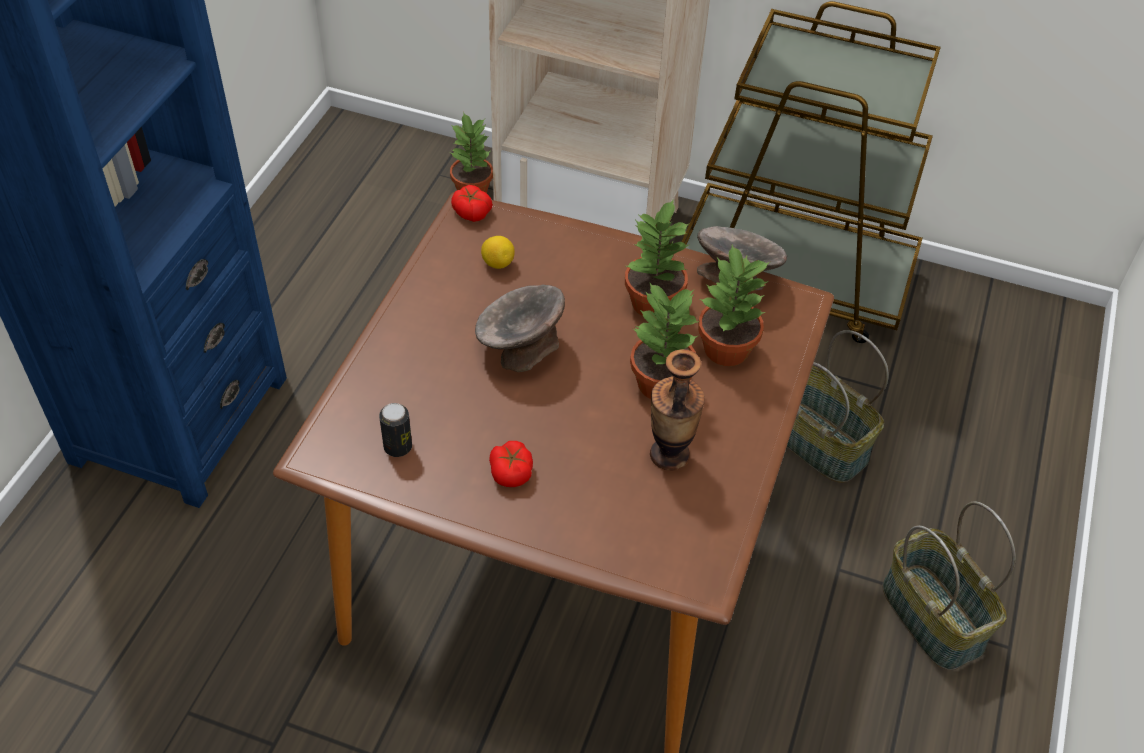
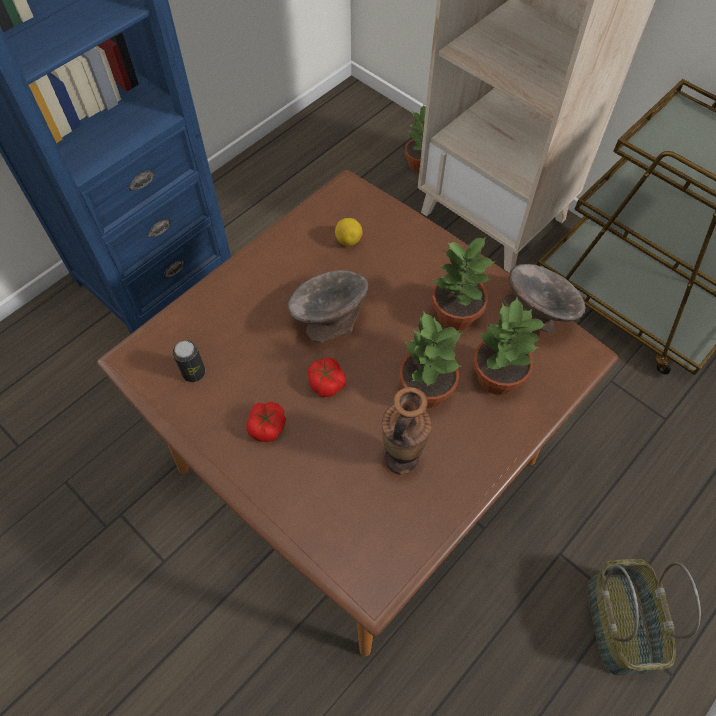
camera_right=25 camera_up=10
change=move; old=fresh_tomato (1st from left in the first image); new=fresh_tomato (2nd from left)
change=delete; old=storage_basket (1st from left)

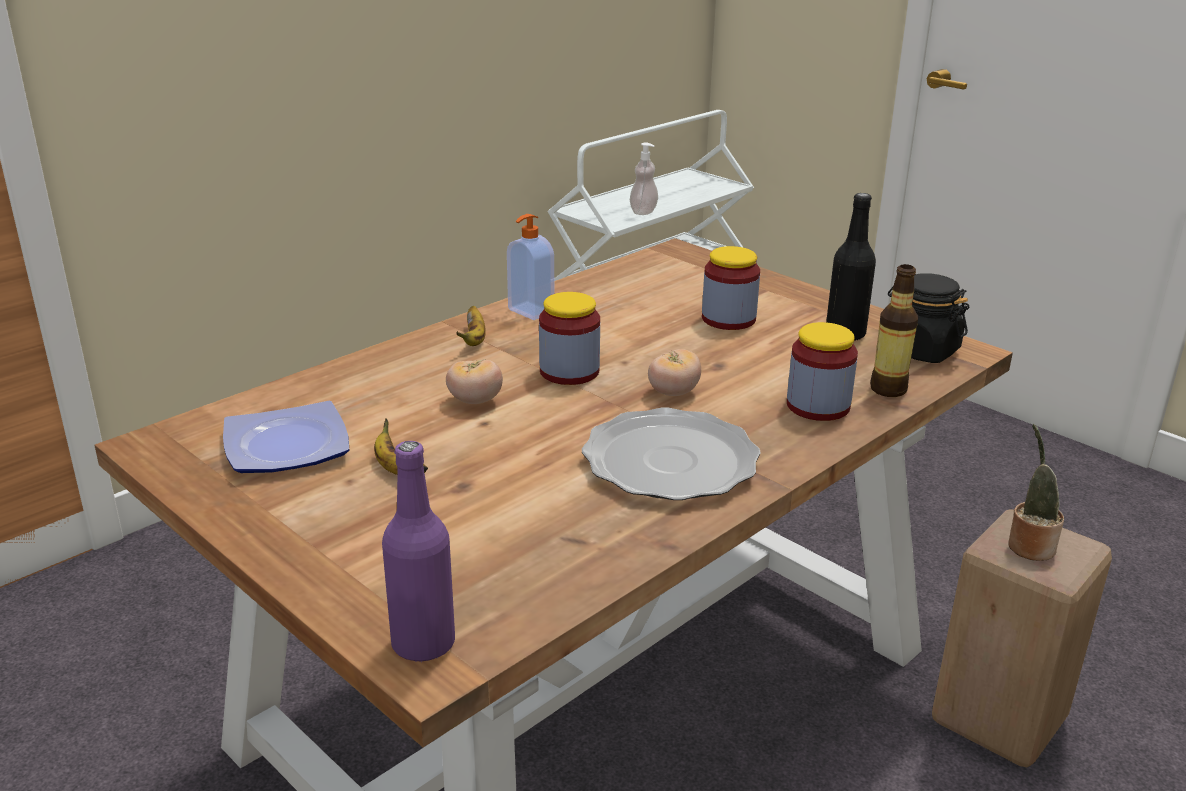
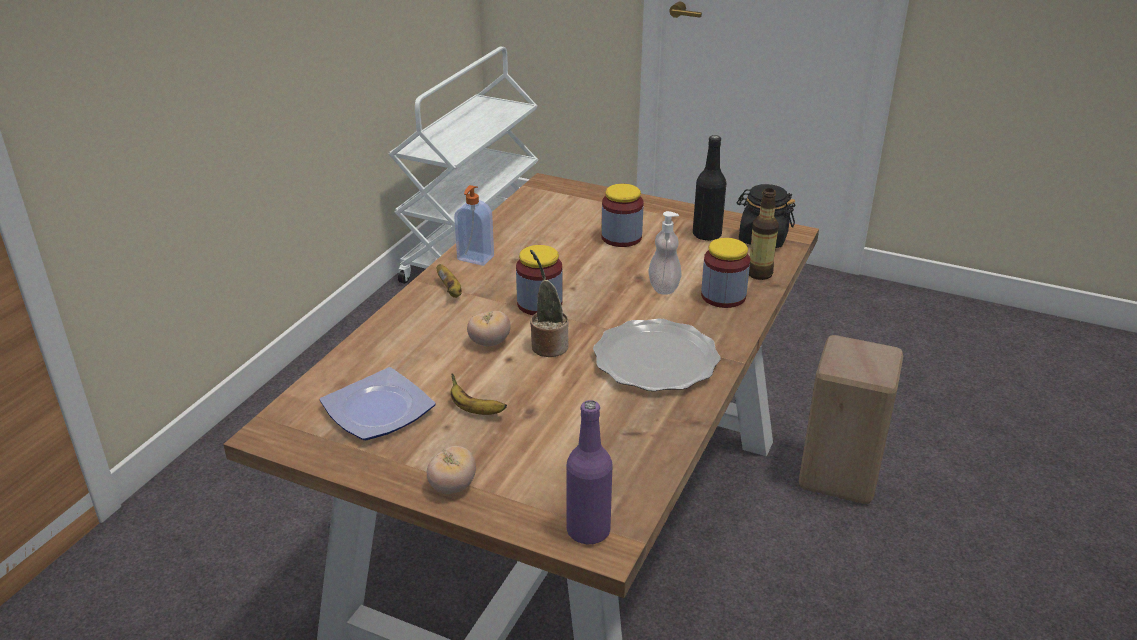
camera_right=-20 camera_up=5
change=move; old=fresh_tomato (2nd from left in the first image); new=fresh_tomato (1st from left)
change=move; old=potted_plant
change=move; old=soap_dispenser (2nd from left)

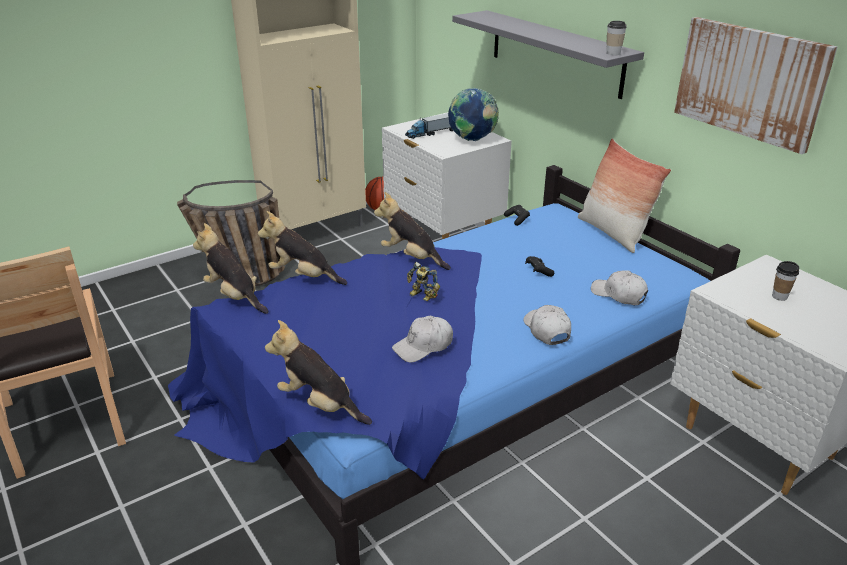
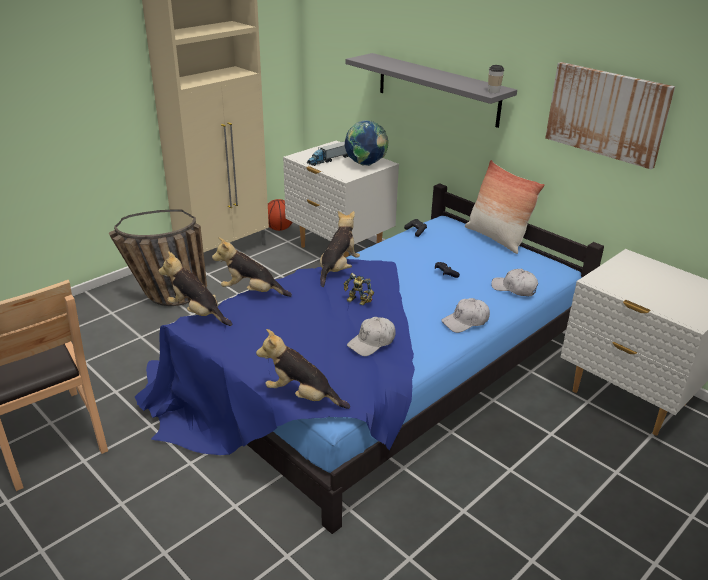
camera_right=-10 camera_up=0
change=rotate; old=plush_toy (4th from left); degrees=90
change=rotate; old=whitish_cap (2nd from left); degrees=-90
change=delete; old=cup (2nd from left)

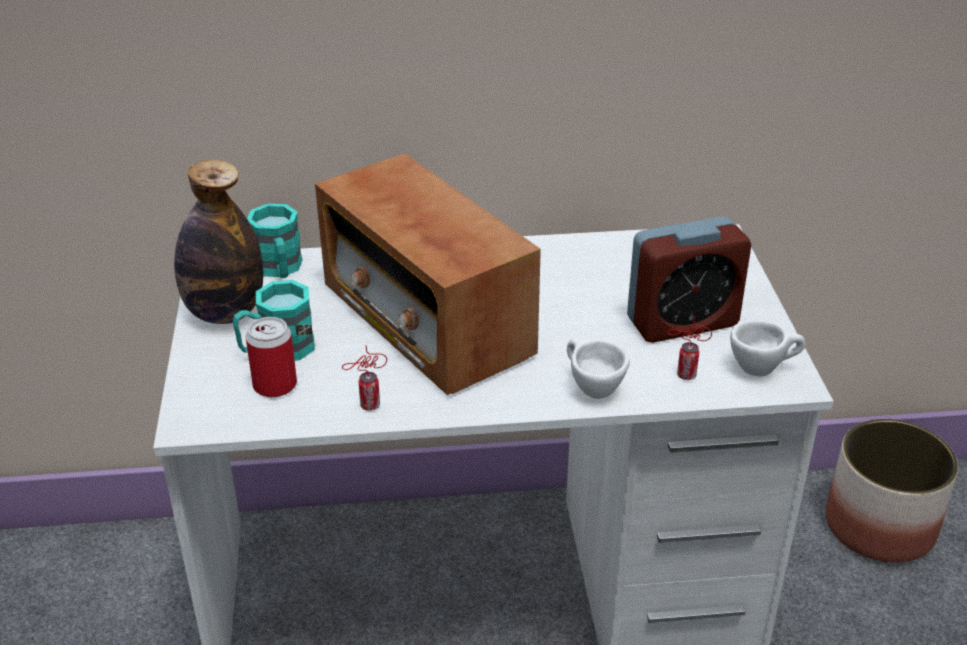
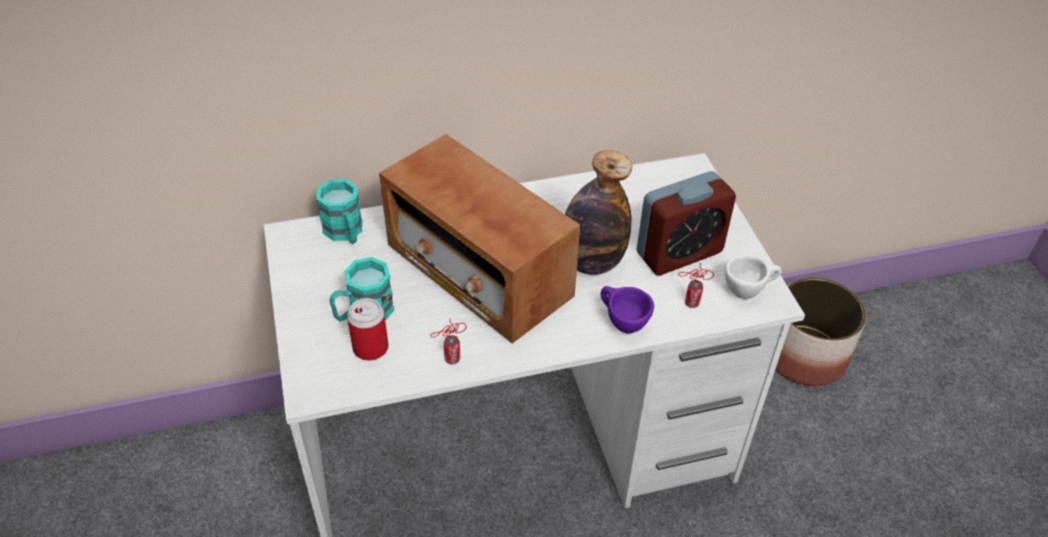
camera_right=-10 camera_up=10
change=move; old=bottle
change=recolor; old=whitish_cup (1st from left); new=purplish_cup

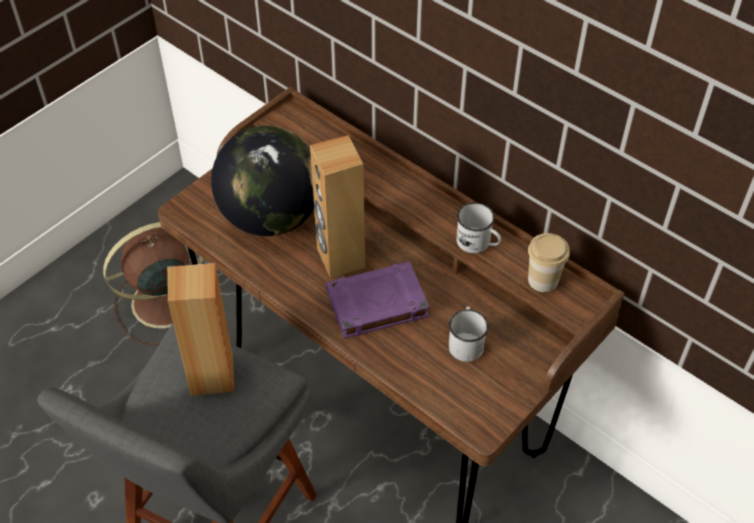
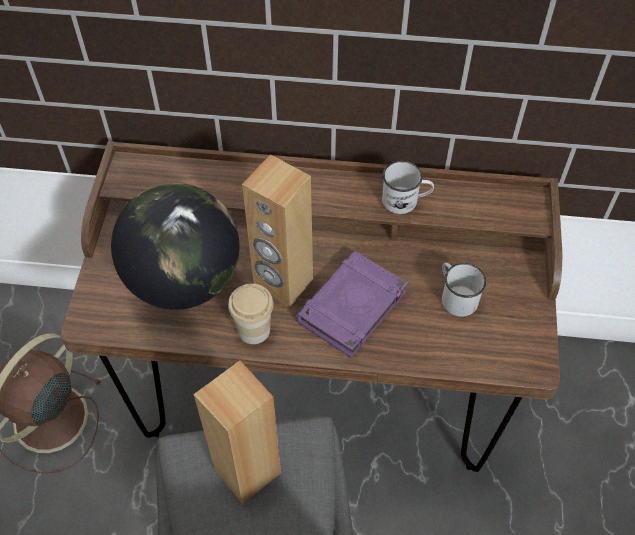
camera_right=-35 camera_up=5
change=move; old=cup

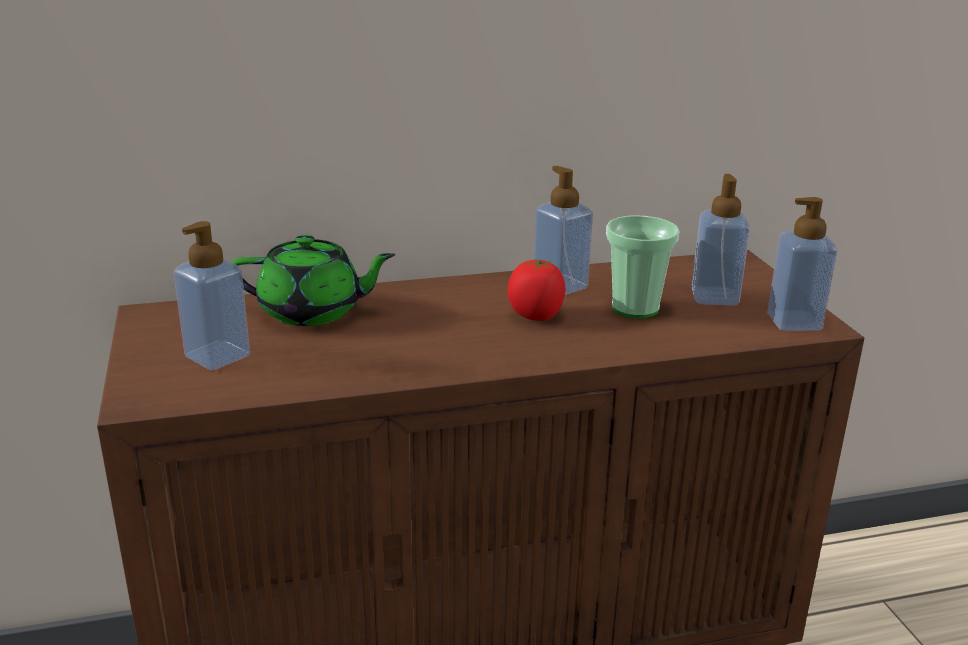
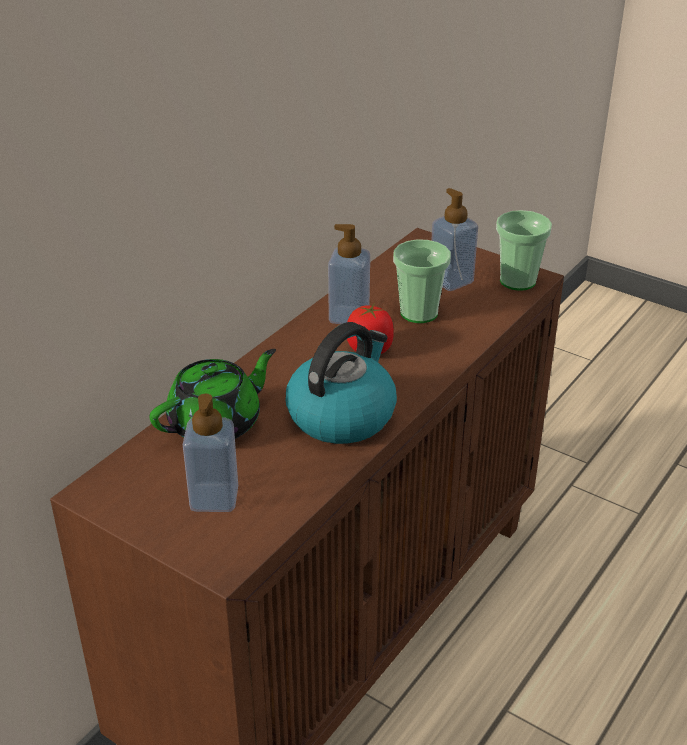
camera_right=-40 camera_up=10
change=insert; new=tea_kettle
change=replace; old=soap_dispenser (4th from left); new=cup (2nd from left)

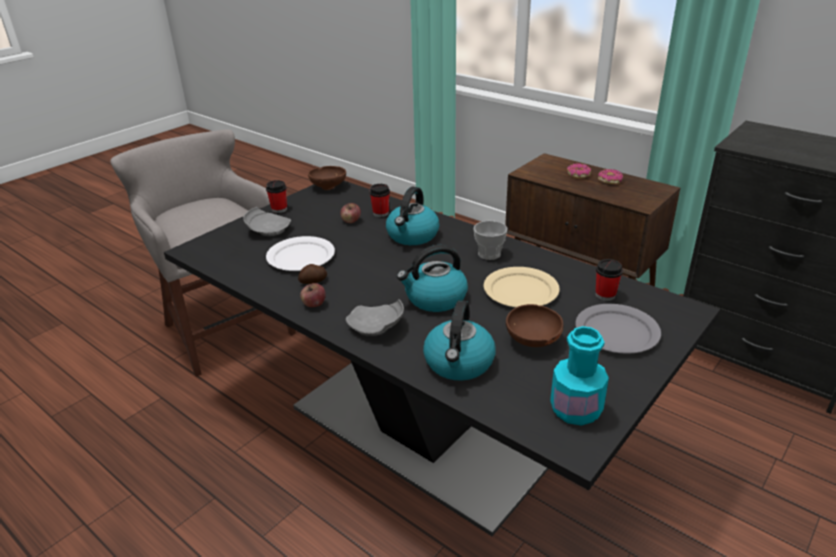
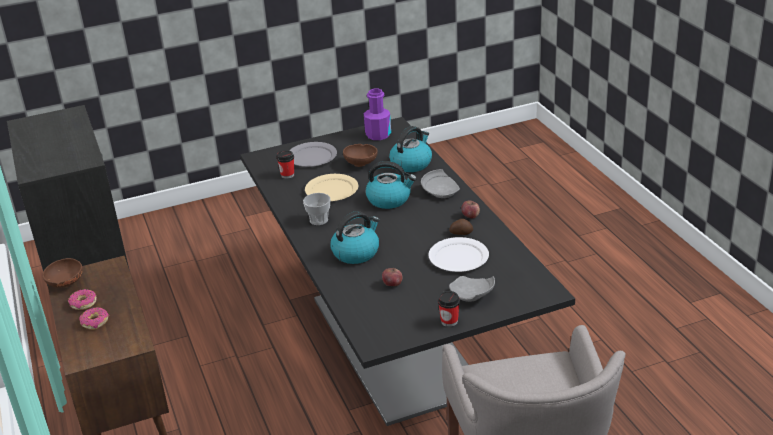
camera_right=-150 camera_up=0
change=move; old=brown-coloured_bowl (1st from left)
change=recolor; old=blue-green_bottle; new=purplish_bottle
change=delete; old=cup (2nd from left)

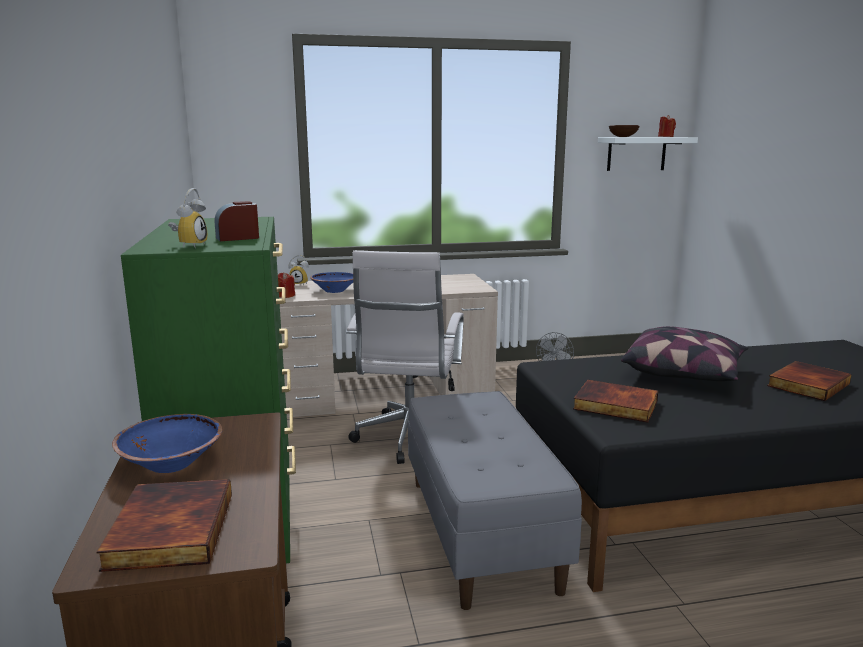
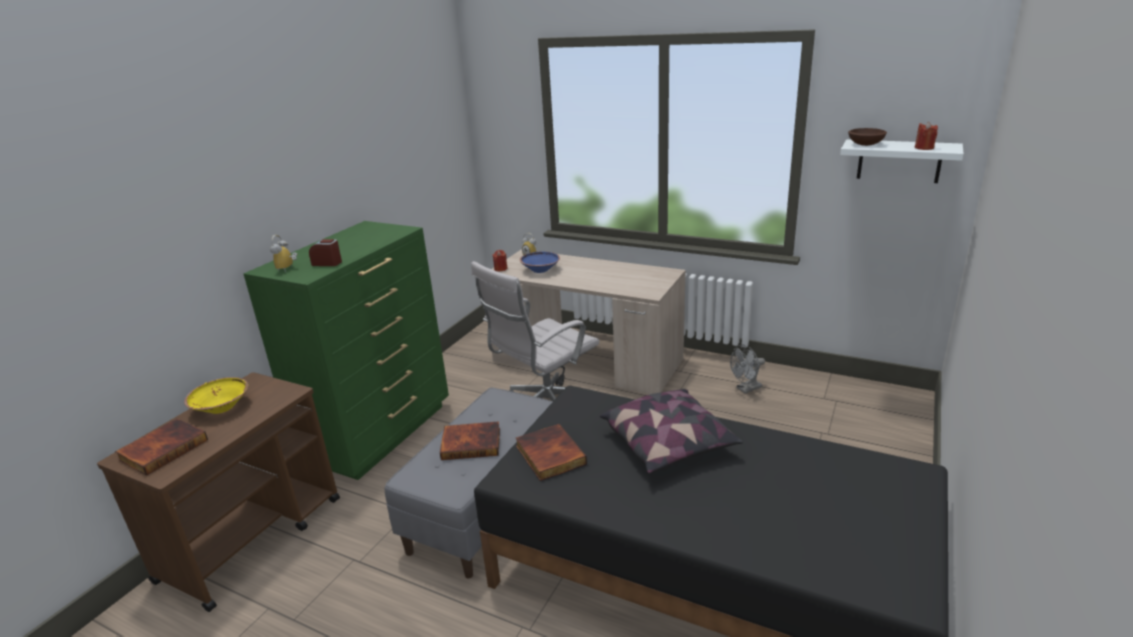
camera_right=40 camera_up=10
change=recolor; old=blue_bowl (1st from left); new=yellow_bowl
change=rotate; old=table_clock (1st from left); degrees=135
change=move; old=volume (3rd from left in the first image); new=volume (2nd from left)

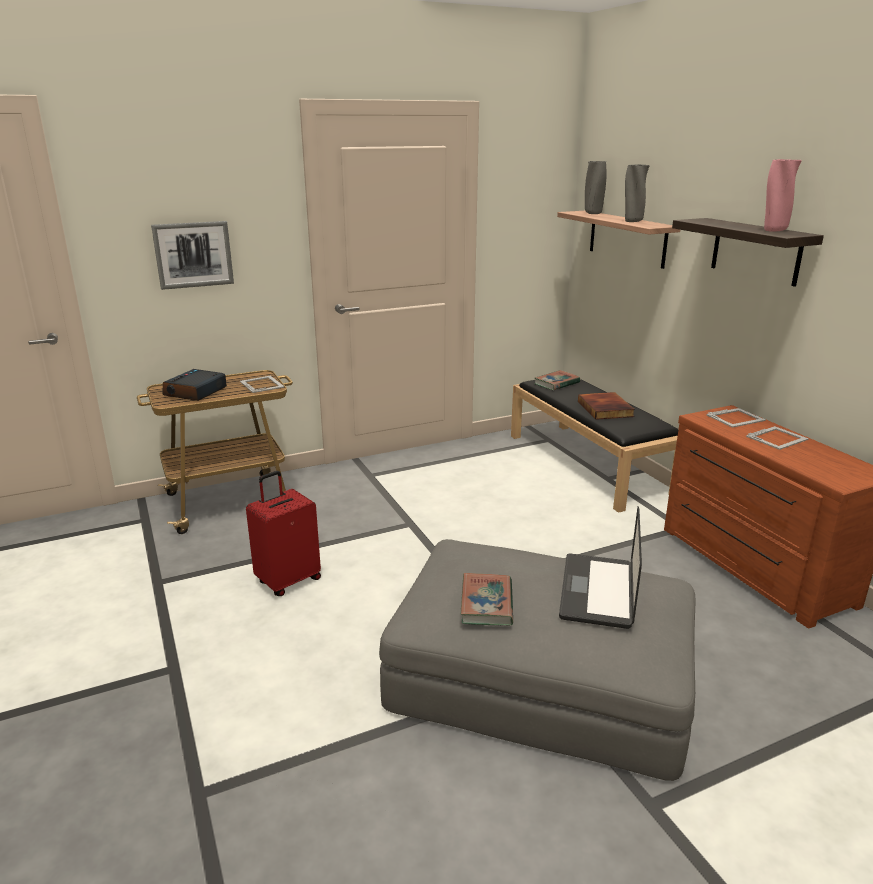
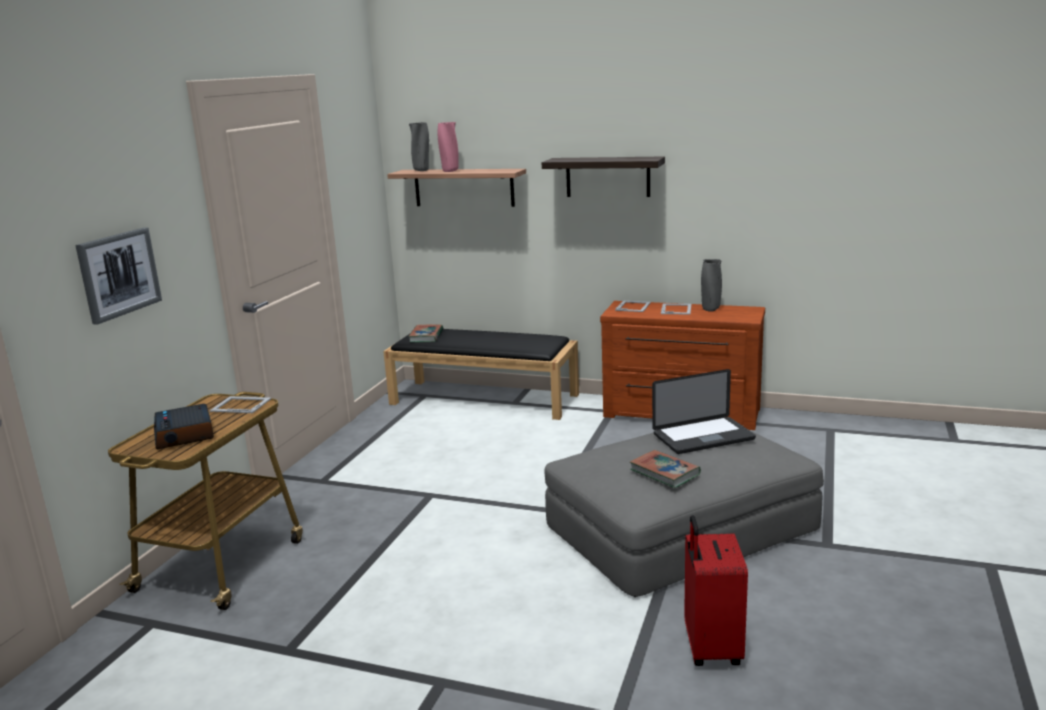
camera_right=-45 camera_up=-5
change=move; old=pink_decorative_vase
change=rotate; old=portable_computer; degrees=-75
change=move; old=reddish_suitcase
change=move; old=greyish_decorative_vase (2nd from left)
change=delete; old=volume (3rd from left)

